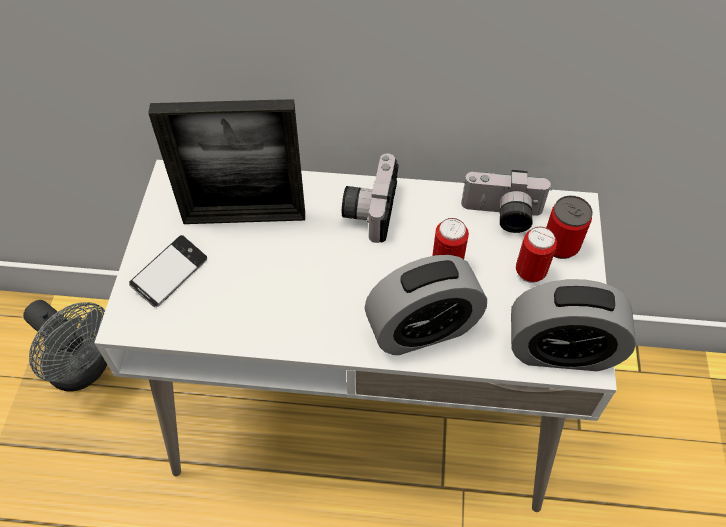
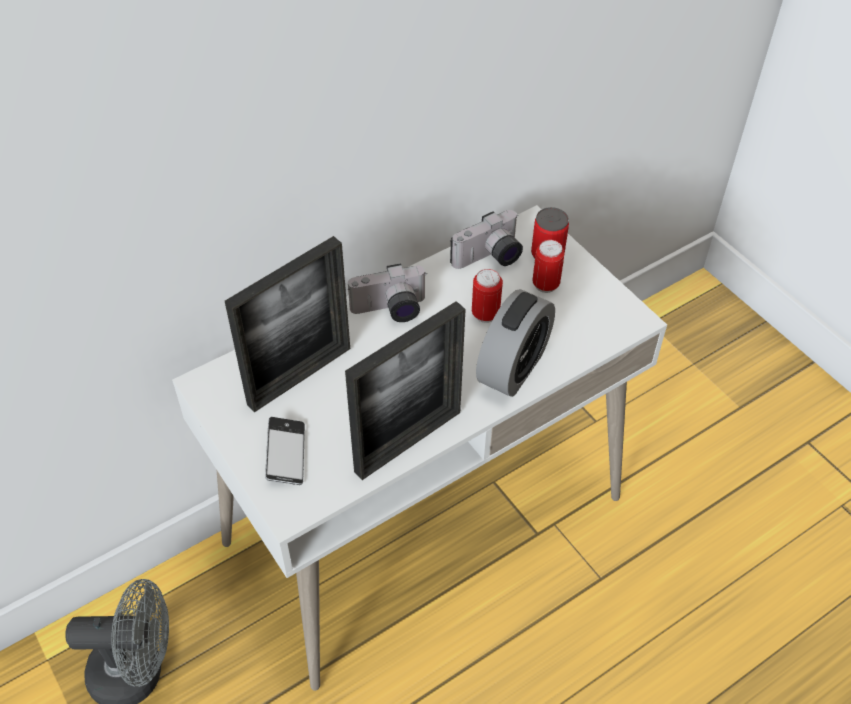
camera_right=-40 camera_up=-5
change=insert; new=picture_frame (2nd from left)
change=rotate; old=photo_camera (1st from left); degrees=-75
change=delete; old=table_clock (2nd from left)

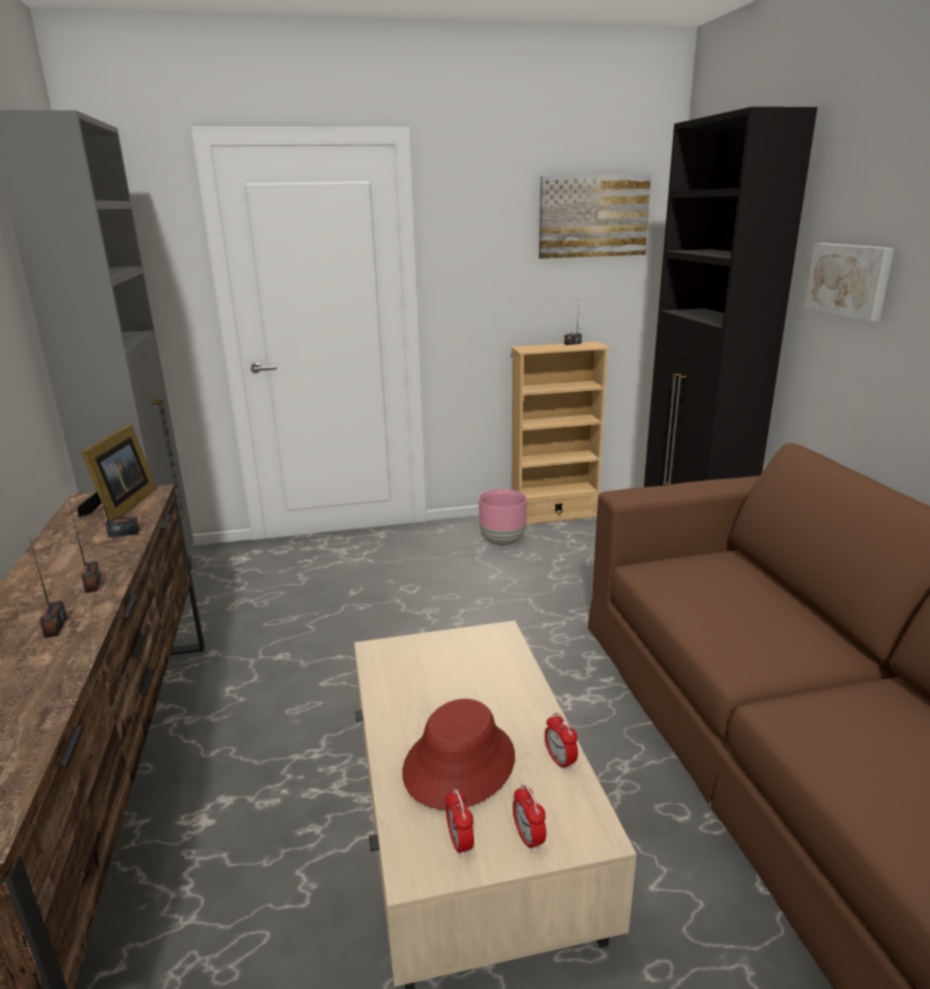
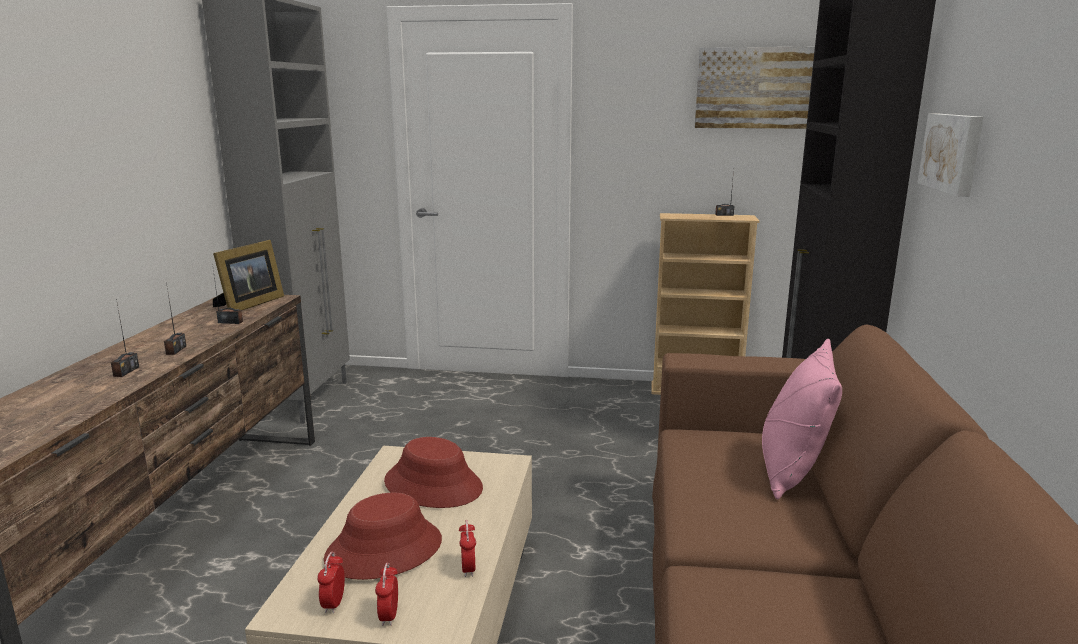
camera_right=20 camera_up=-5
change=insert; new=reddish_wearable_hat (2nd from left)
change=insert; new=pink_cushion
change=delete; old=pink_flower_pot

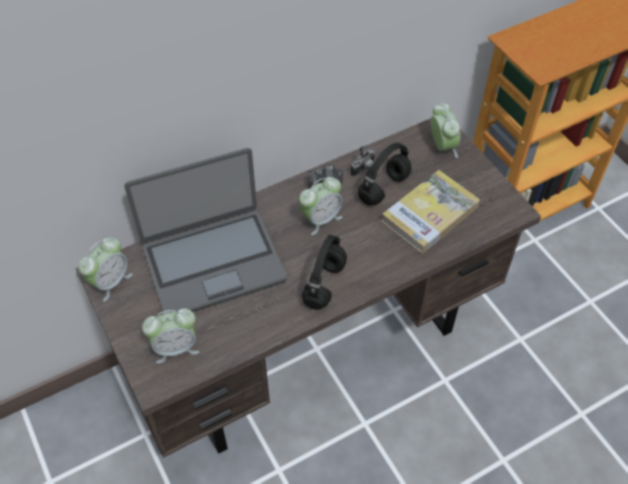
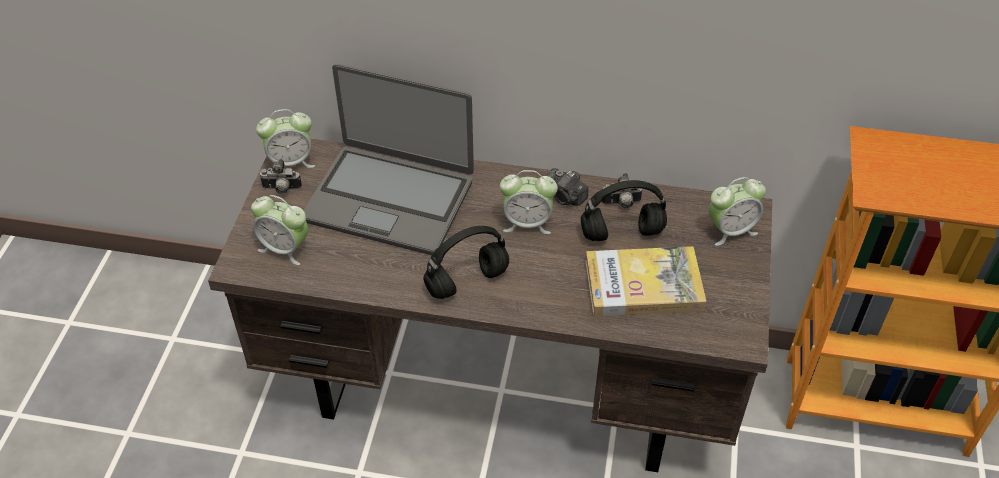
camera_right=40 camera_up=-5
change=insert; new=photo_camera (1st from left)
change=rotate; old=table_clock (4th from left); degrees=45

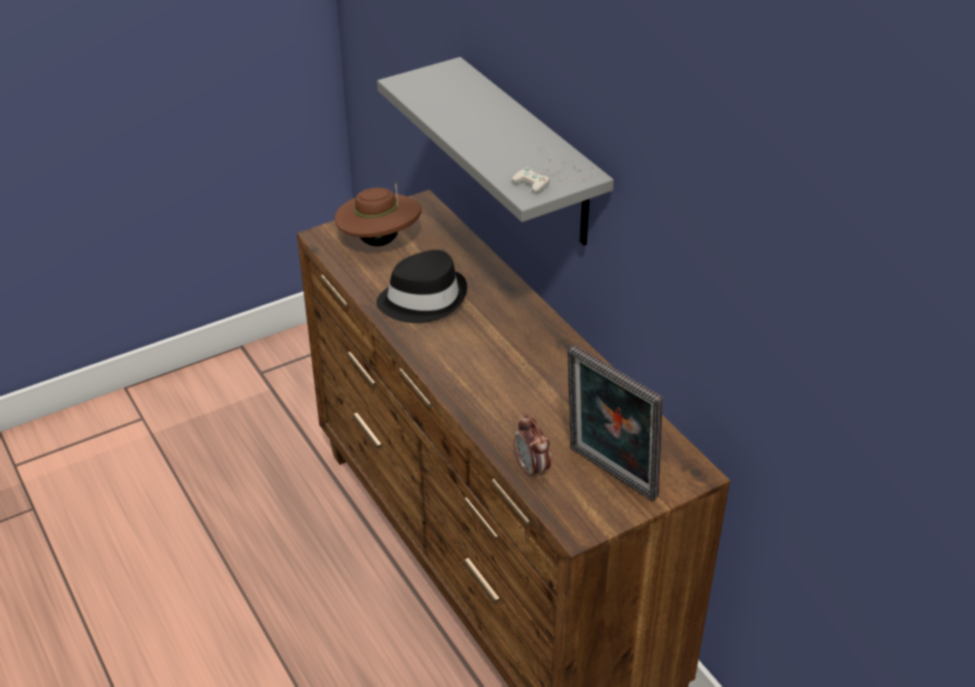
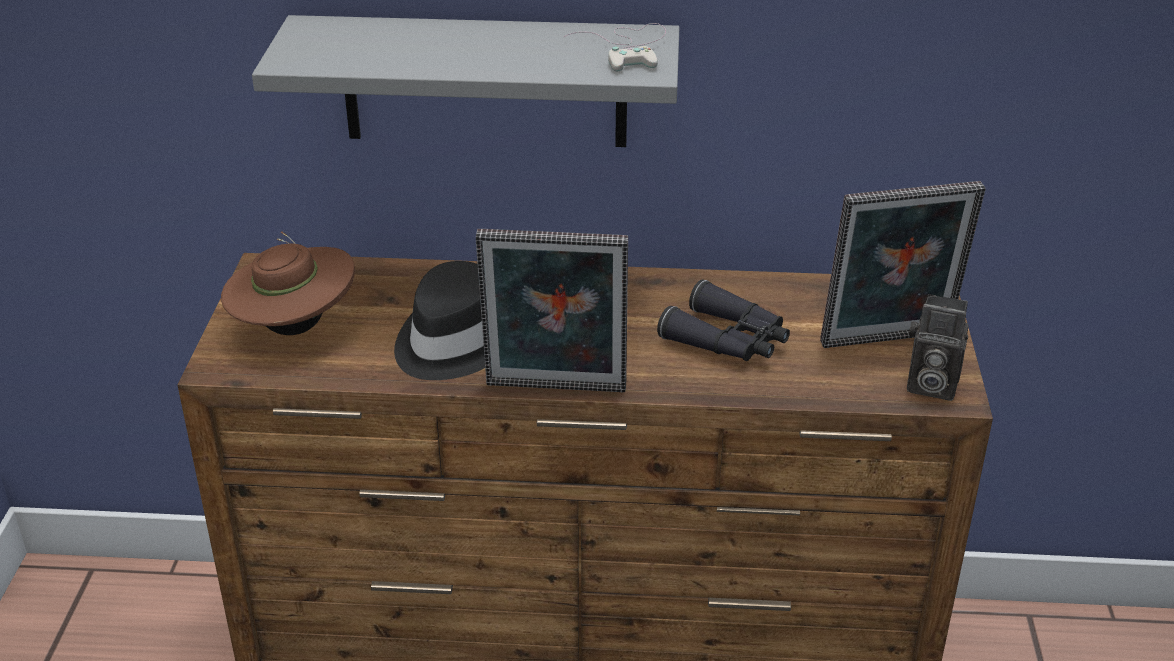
camera_right=-55 camera_up=-5
change=insert; new=picture_frame (1st from left)
change=insert; new=blackish_field_glasses
change=insert; new=photo_camera
change=delete; old=table_clock

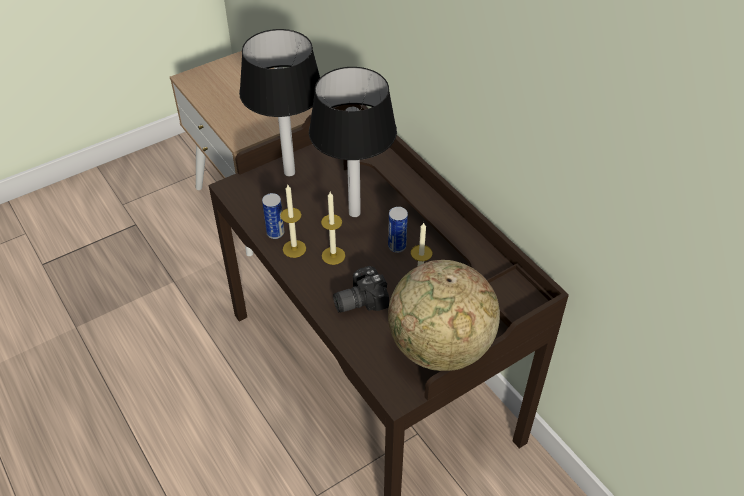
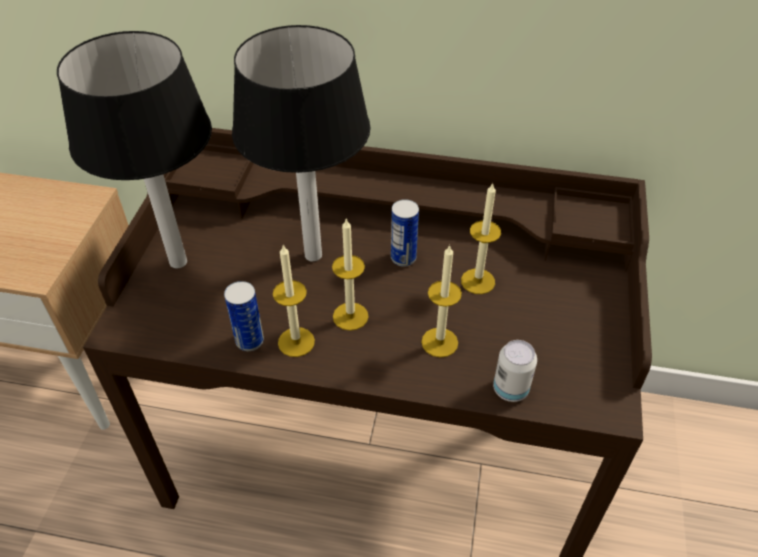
camera_right=-45 camera_up=0
change=replace; old=photo_camera; new=wax_light (3rd from left)
change=insert; new=metal_can (3rd from left)
change=delete; old=desk_globe

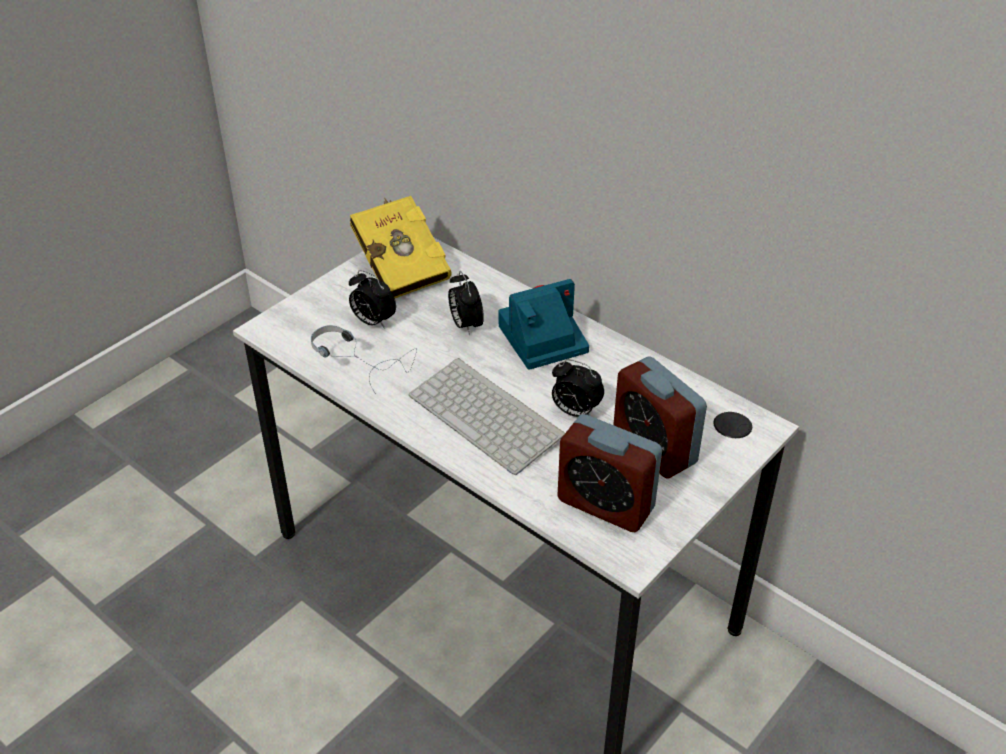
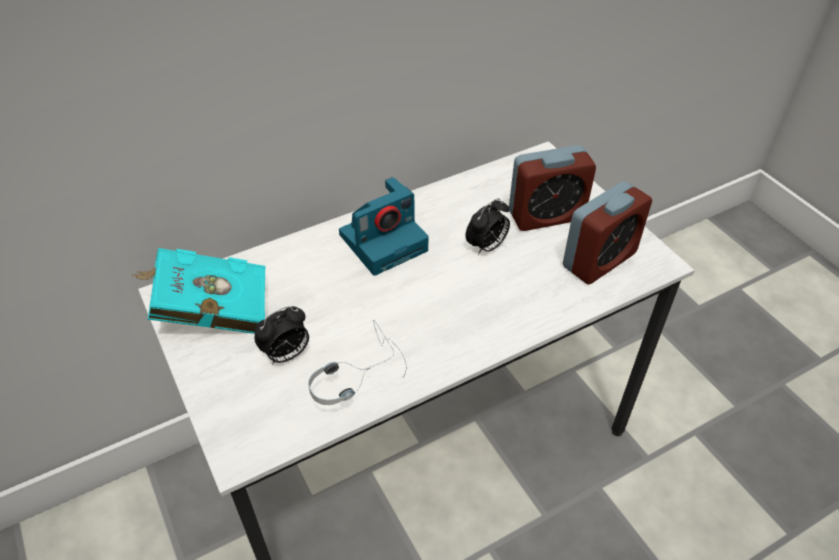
camera_right=-70 camera_up=5
change=recolor; old=yellow_volume; new=blue-green_volume
change=rotate; old=photo_camera; degrees=-120
change=delete; old=keyboard
change=delete; old=table_clock (2nd from left)

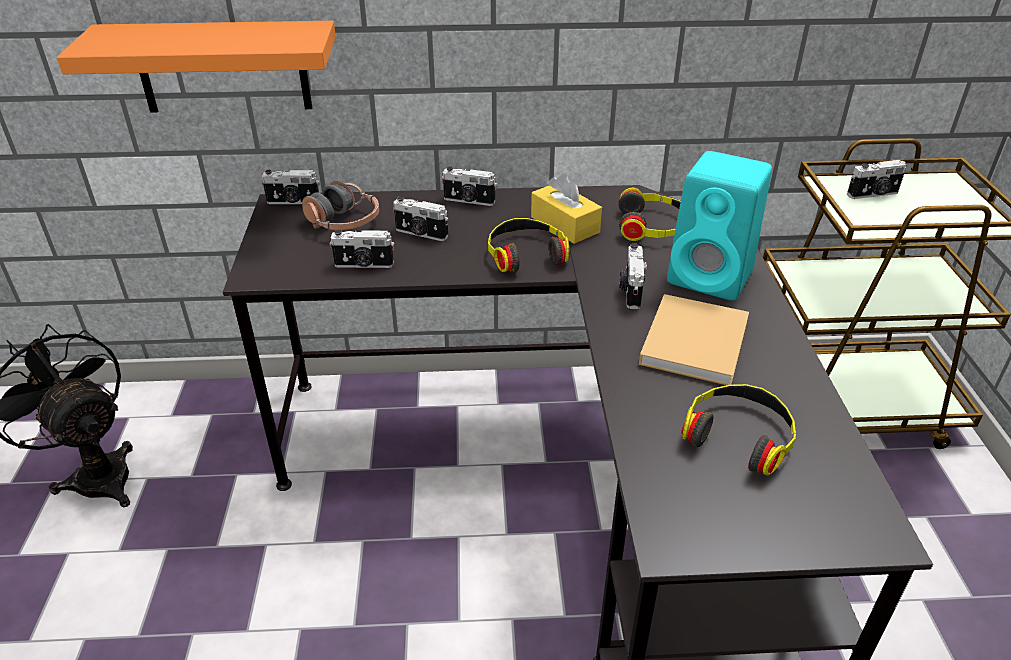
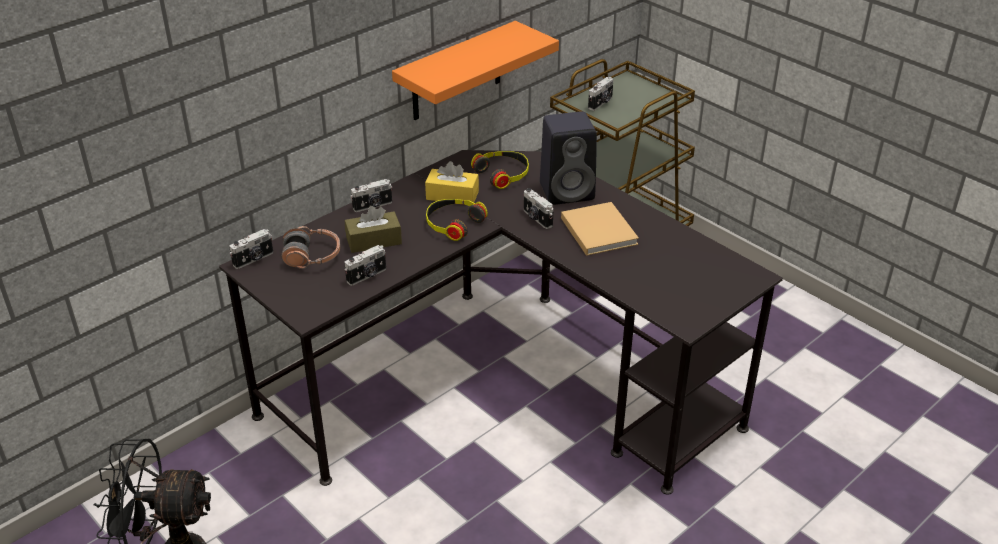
camera_right=-40 camera_up=0
change=replace; old=photo_camera (3rd from left); new=brown-coloured_tissue_holder
change=move; old=orangey_shelf
change=recolor; old=blue-green_loudspeaker; new=blackish_loudspeaker
change=delete; old=pair_of_headphones (4th from left)

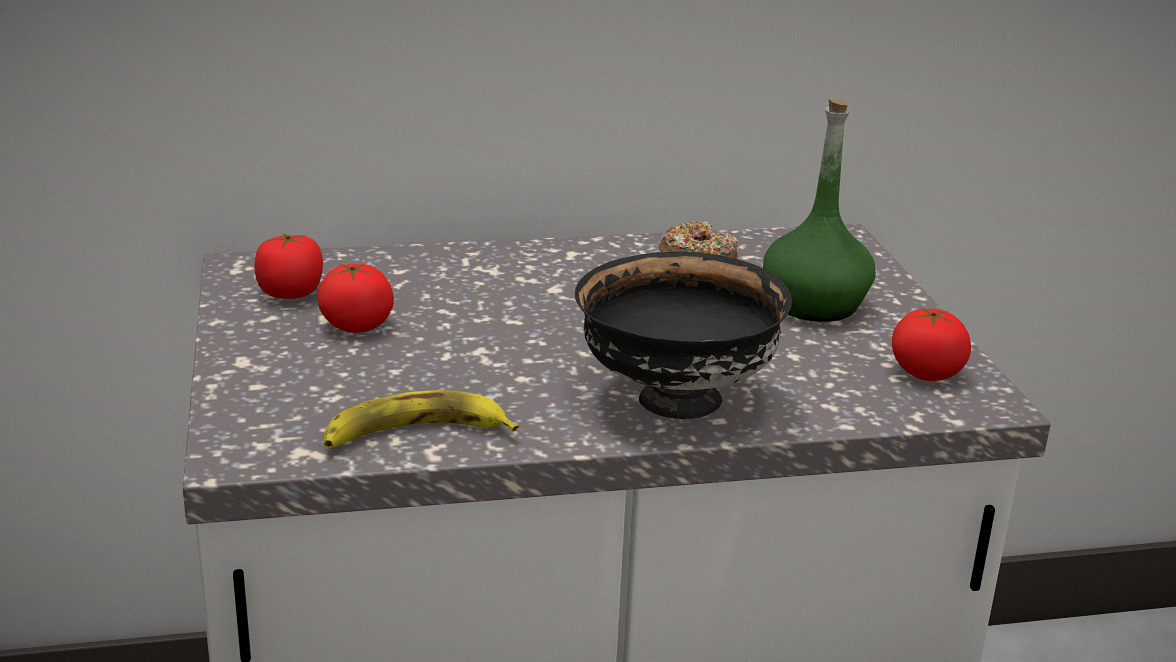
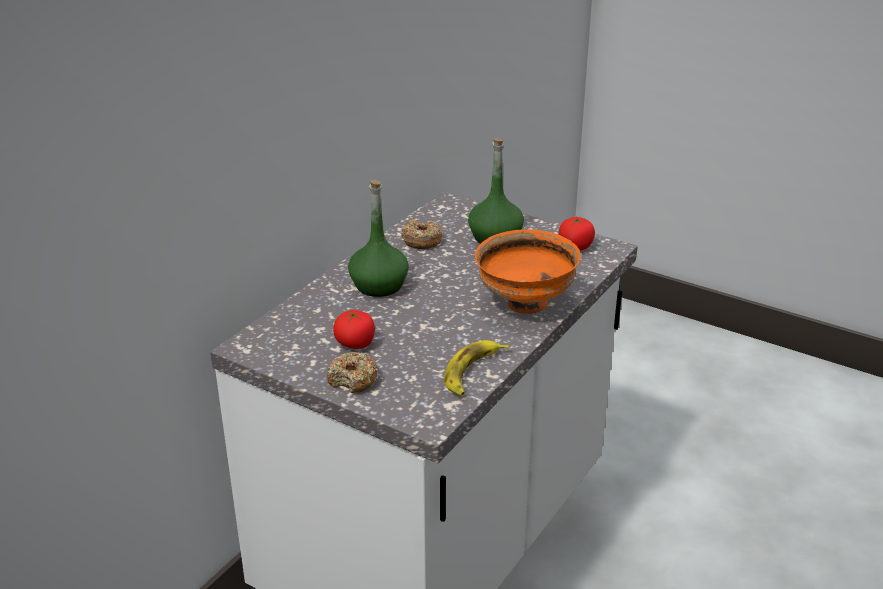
camera_right=-45 camera_up=5
change=insert; new=donut (1st from left)
change=insert; new=green-coloured_bottle (1st from left)
change=recolor; old=blackish_bowl; new=orangey_bowl
change=delete; old=fresh_tomato (1st from left)

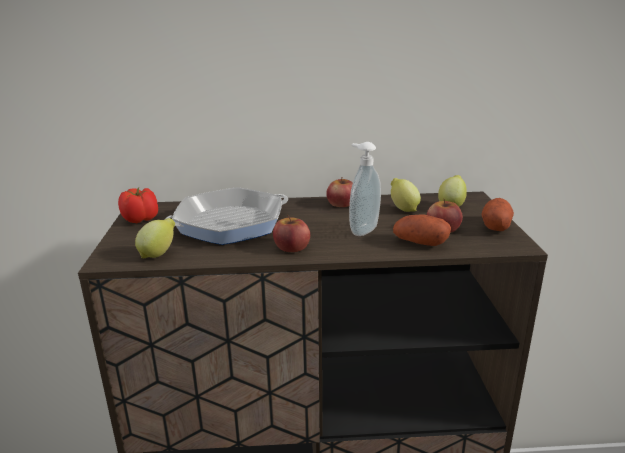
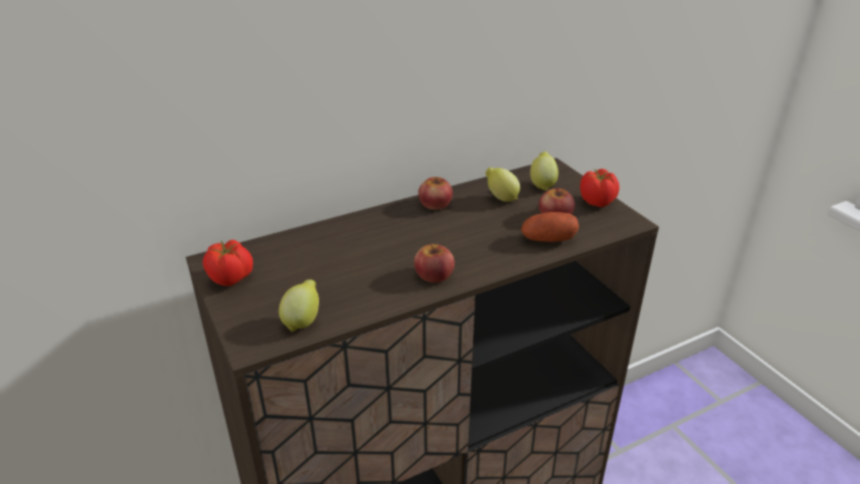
camera_right=-25 camera_up=10
change=replace; old=potato (2nd from left); new=fresh_tomato (2nd from left)
change=delete; old=frying_pan
change=delete; old=soap_dispenser

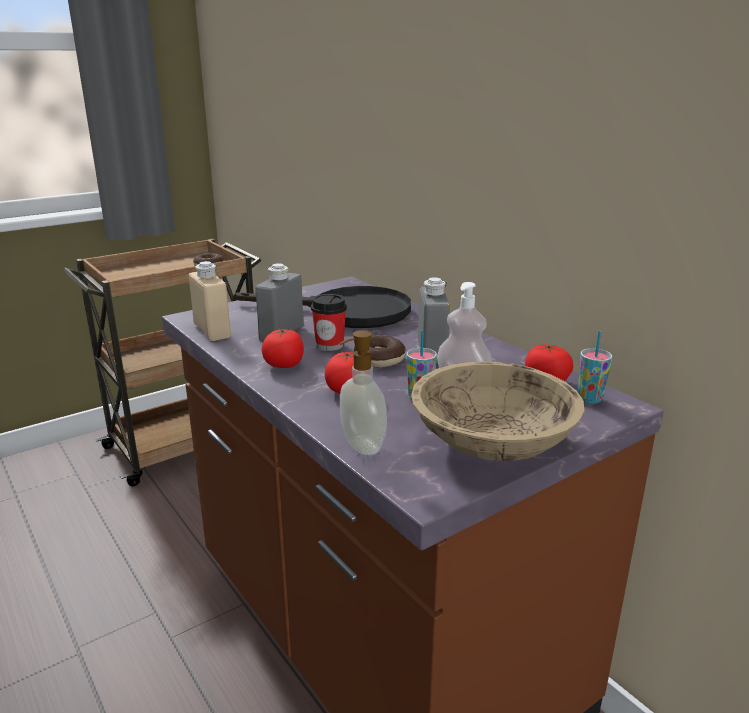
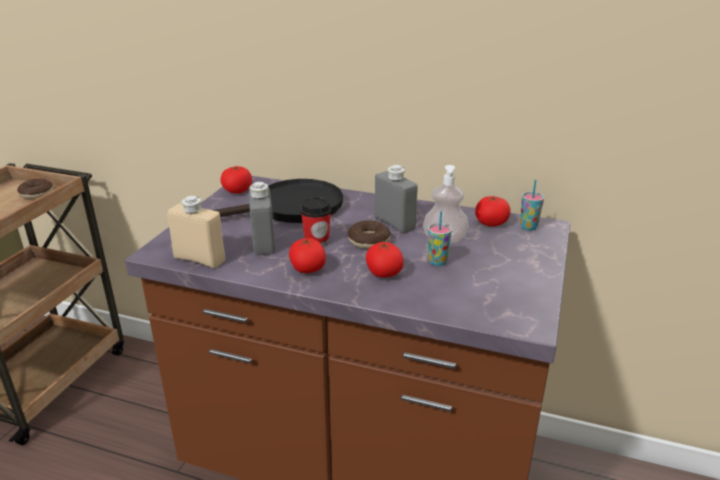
camera_right=-35 camera_up=5
change=insert; new=fresh_tomato (1st from left)
change=delete; old=soap_dispenser (1st from left)
change=delete; old=beige_bowl

